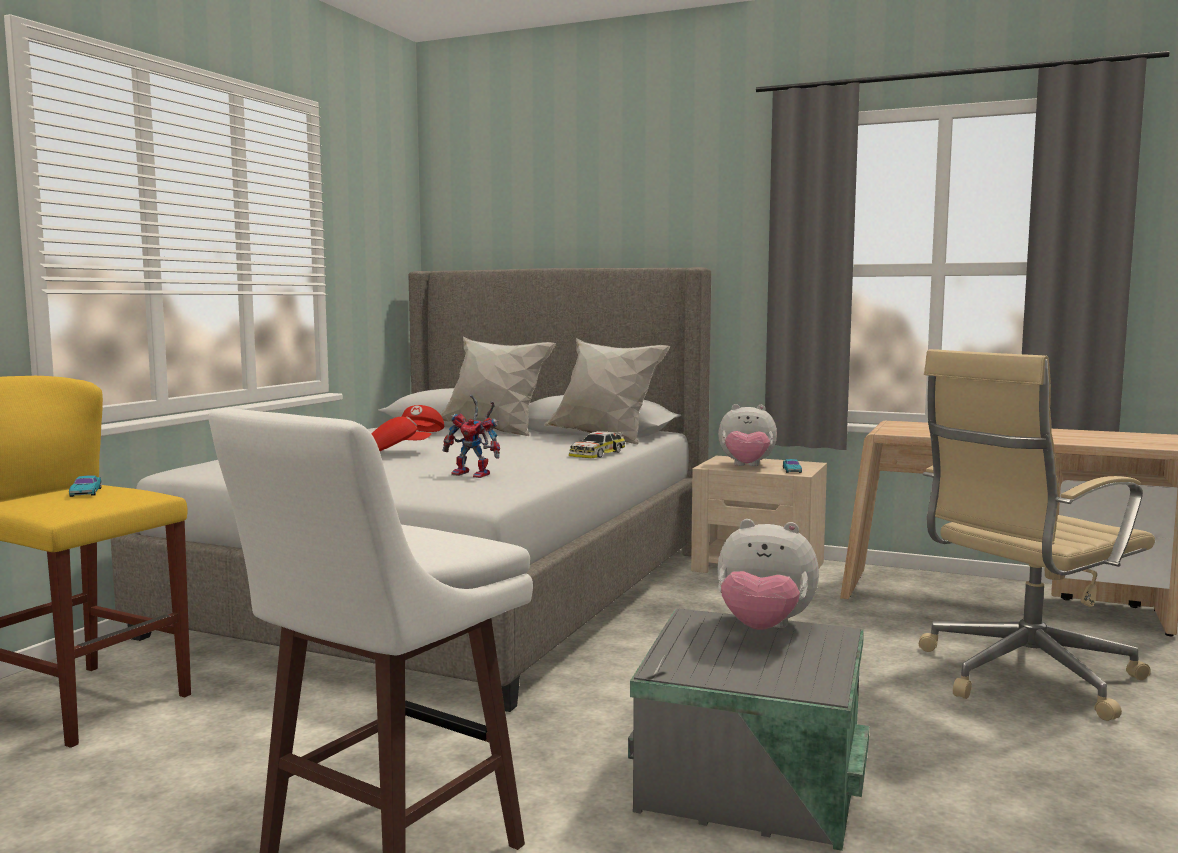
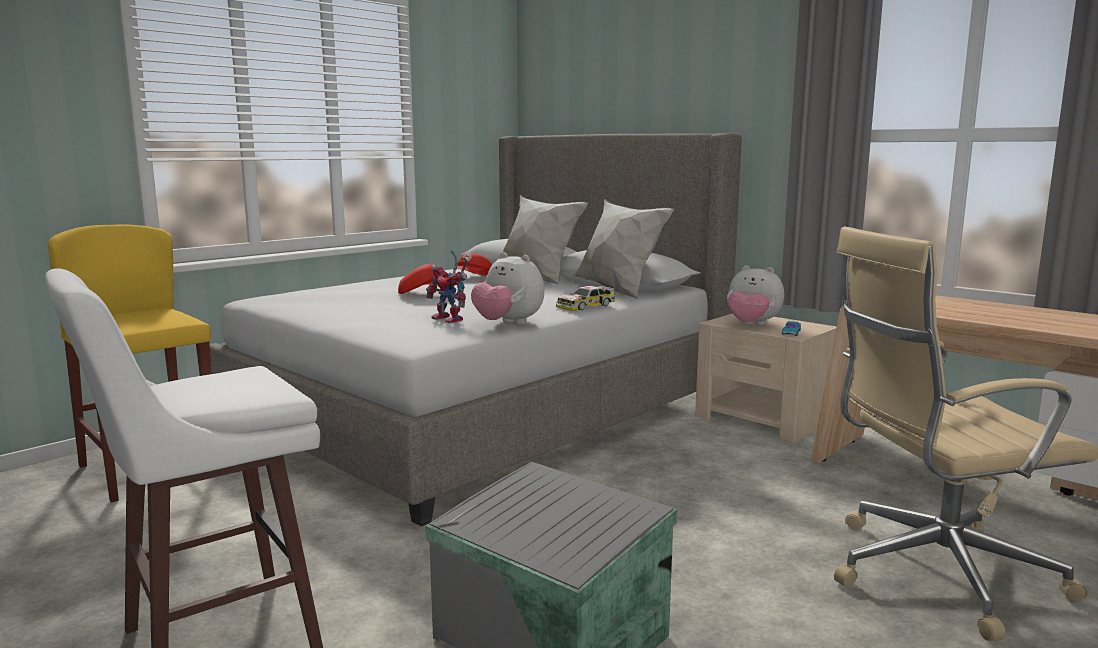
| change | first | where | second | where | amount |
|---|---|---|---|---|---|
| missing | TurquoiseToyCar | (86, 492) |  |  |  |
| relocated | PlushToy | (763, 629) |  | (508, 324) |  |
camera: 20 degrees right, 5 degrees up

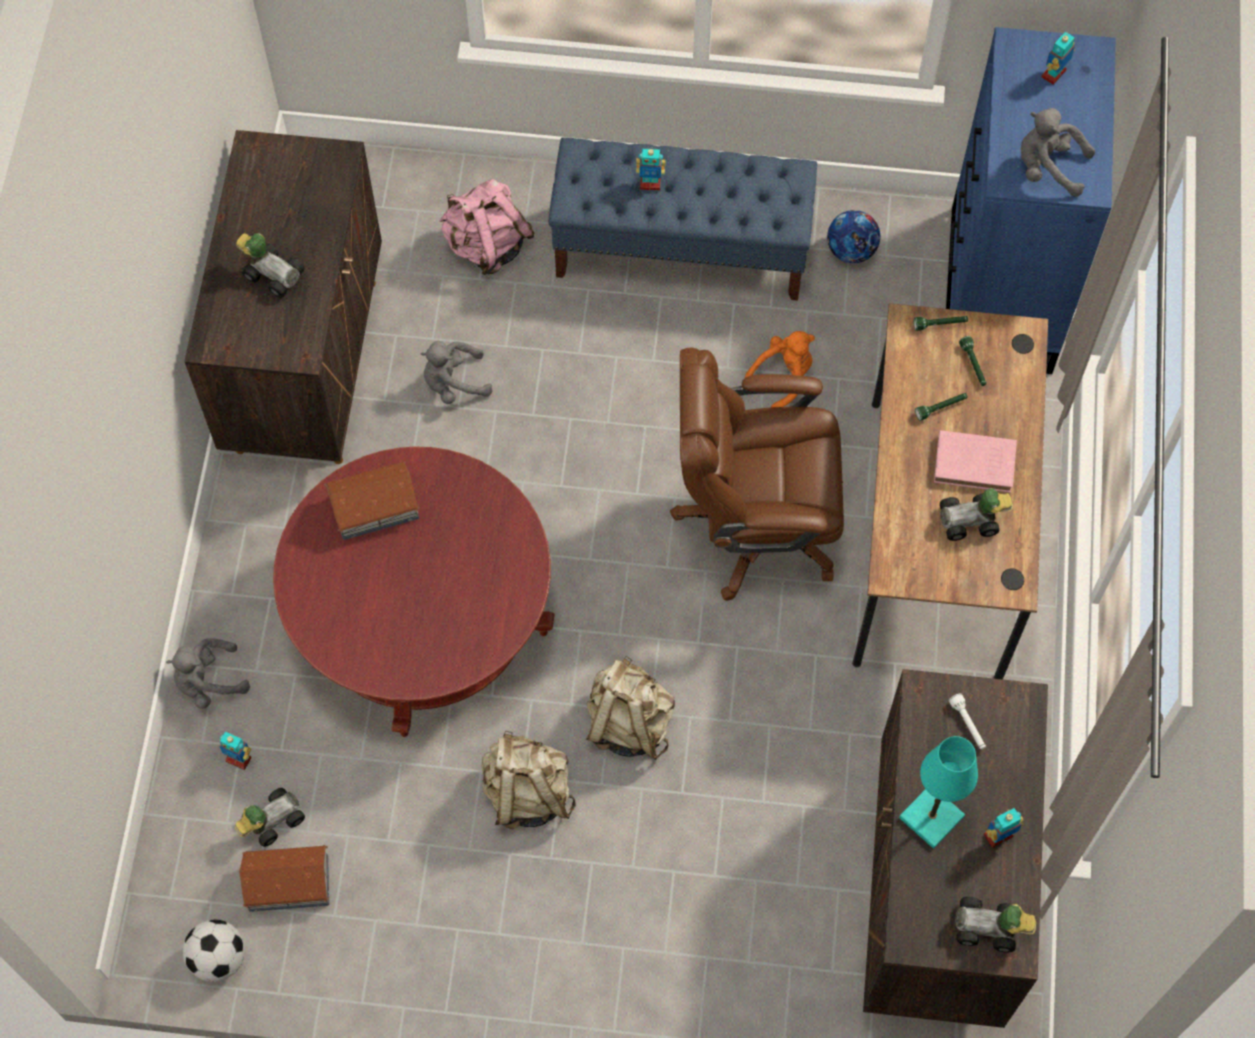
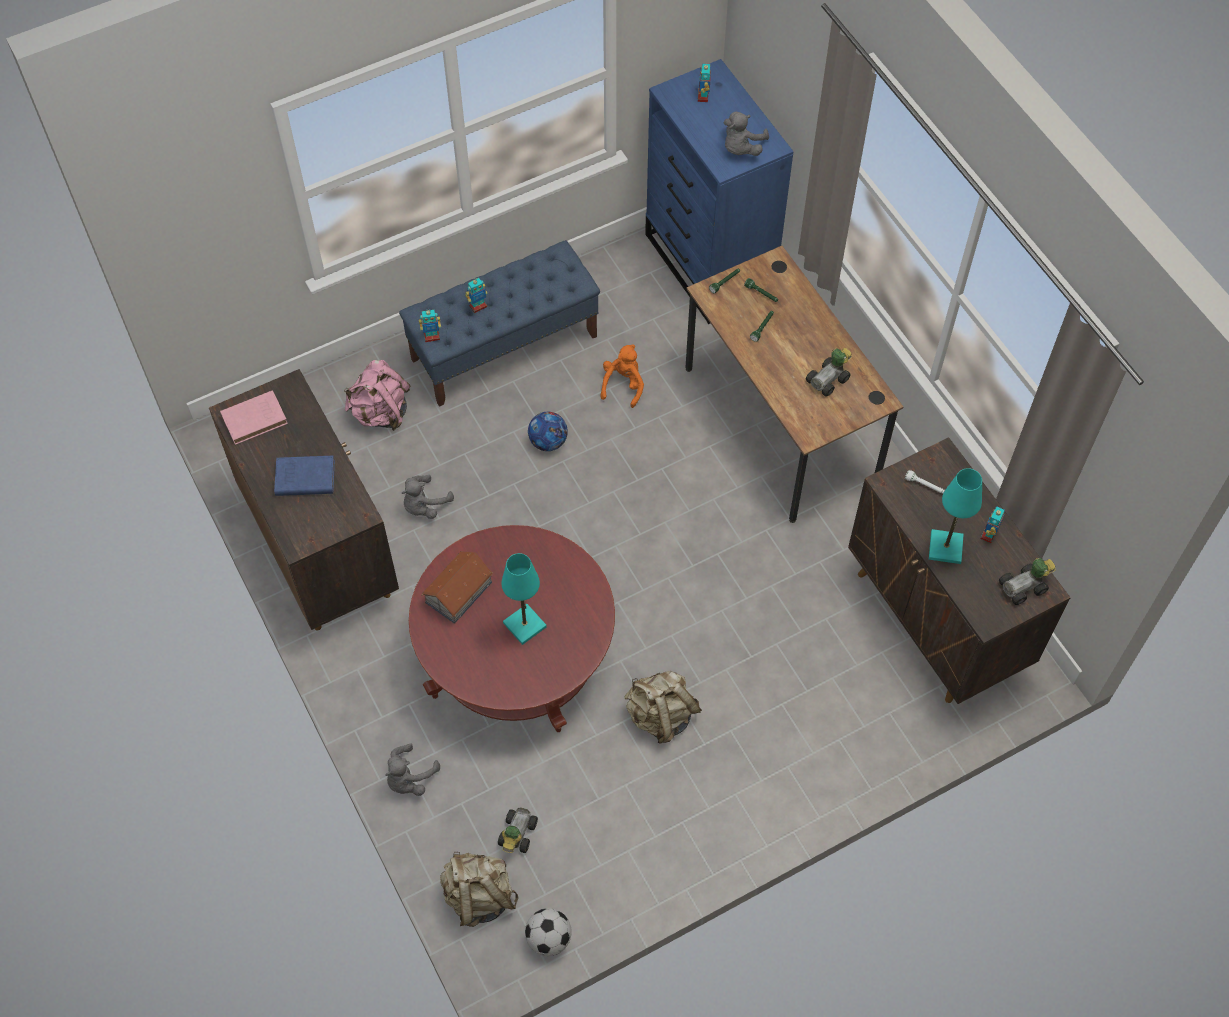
| change | first | where | second | where | amount |
|---|---|---|---|---|---|
| spun | GreyPlushToy | (1048, 167) |  | (741, 148) | 45 degrees counterclockwise |
| relocated | Football | (851, 250) |  | (548, 442) |  |
| exchanged | ToyCar | (272, 272) | BlueBook | (303, 478) |  |
| missing | BrownOfficeChair | (755, 524) |  |  |  |
| relocated | PinkBook | (976, 464) |  | (256, 419) |  |
| relocated | BeigeBackpack | (628, 723) |  | (479, 896) |  |
| relocated | ToyRobot | (239, 759) |  | (432, 336) |  |
| missing | ToyHouse | (287, 882) |  |  |  |
| appeared |  |  | TurquoiseTableLamp | (525, 625) |  |
camera: 35 degrees left, 5 degrees down

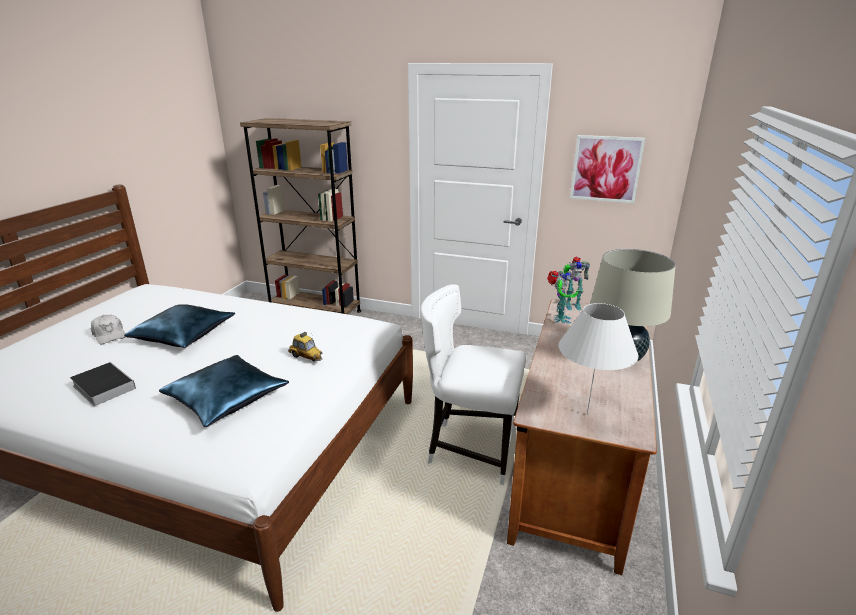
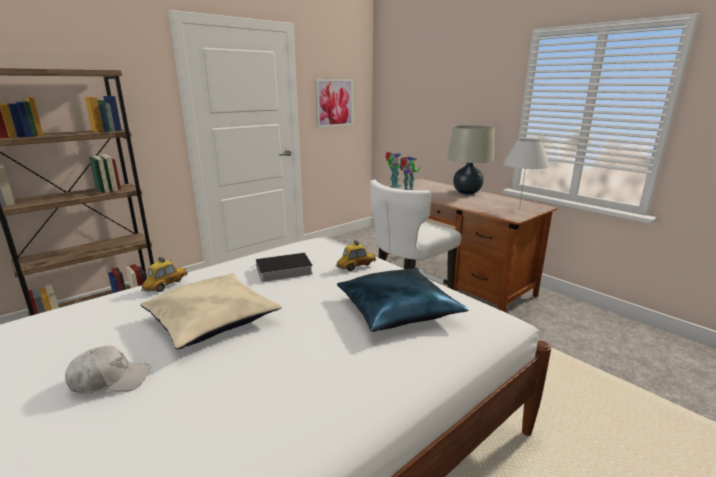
| change | first | where | second | where | amount |
|---|---|---|---|---|---|
| colour | BluePillow | (184, 334) | BeigePillow | (211, 319) |  |
| relocated | Book | (102, 386) |  | (282, 271) |  |
| appeared |  |  | ToyCar | (166, 286) |  |
camera: 60 degrees left, 5 degrees down

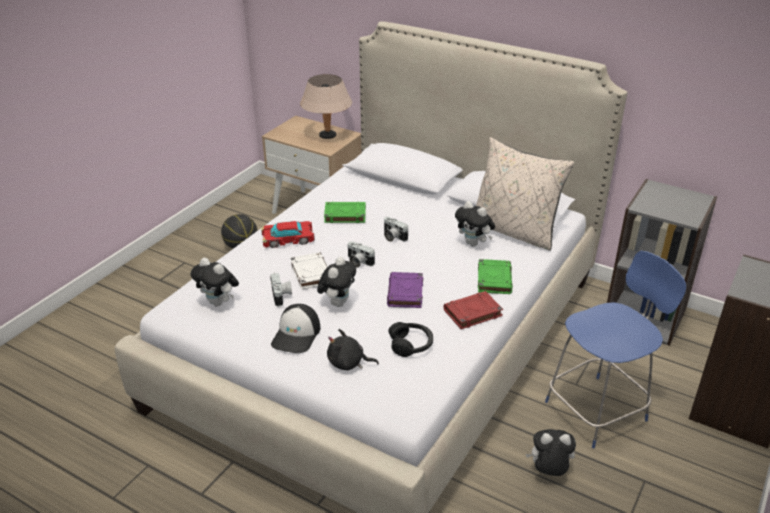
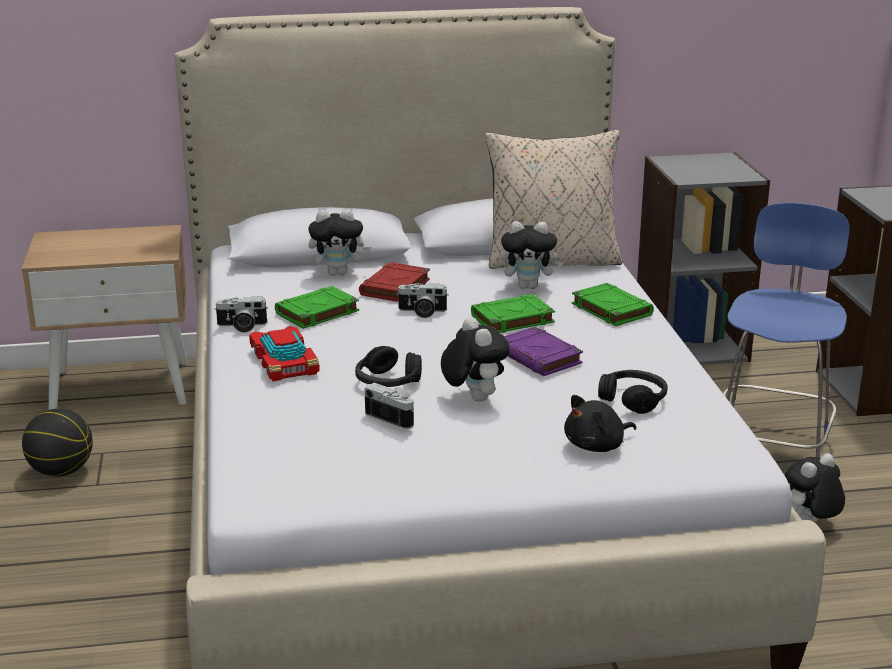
| change | first | where | second | where | amount |
|---|---|---|---|---|---|
| missing | BeigeTableLamp | (327, 136) |  |  |  |
| spun | ToyCar | (288, 239) |  | (284, 361) | 60 degrees counterclockwise |
| relocated | PhotoCamera | (358, 262) |  | (241, 326) |  |
| exchanged | WhiteBook | (311, 273) | BlackHeadphones | (388, 382) |  |
| relocated | PlushToy | (219, 303) |  | (339, 273) |  |
| relocated | RedBook | (472, 313) |  | (395, 288) |  |
| missing | Cap | (297, 335) |  |  |  |
| appeared |  |  | GreenBook | (512, 319) |  |
camera: 40 degrees left, 10 degrees down

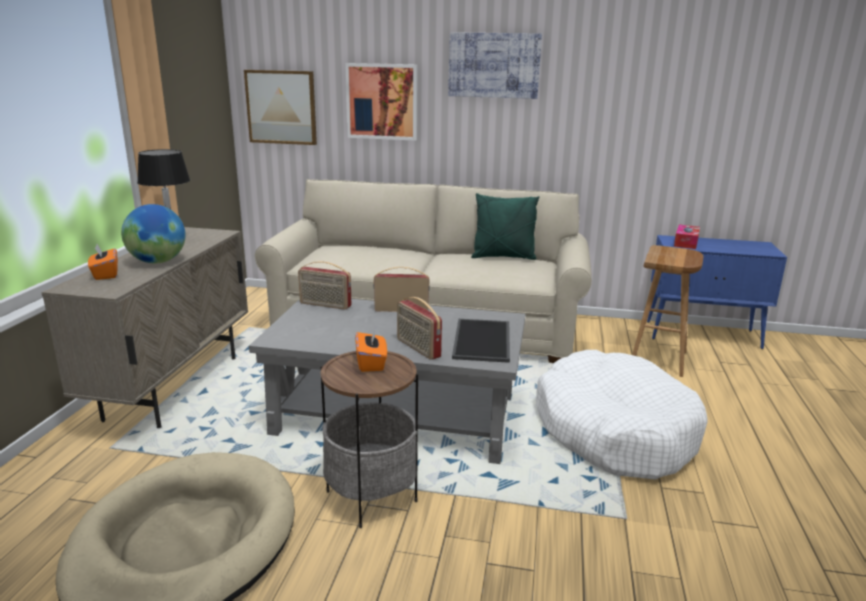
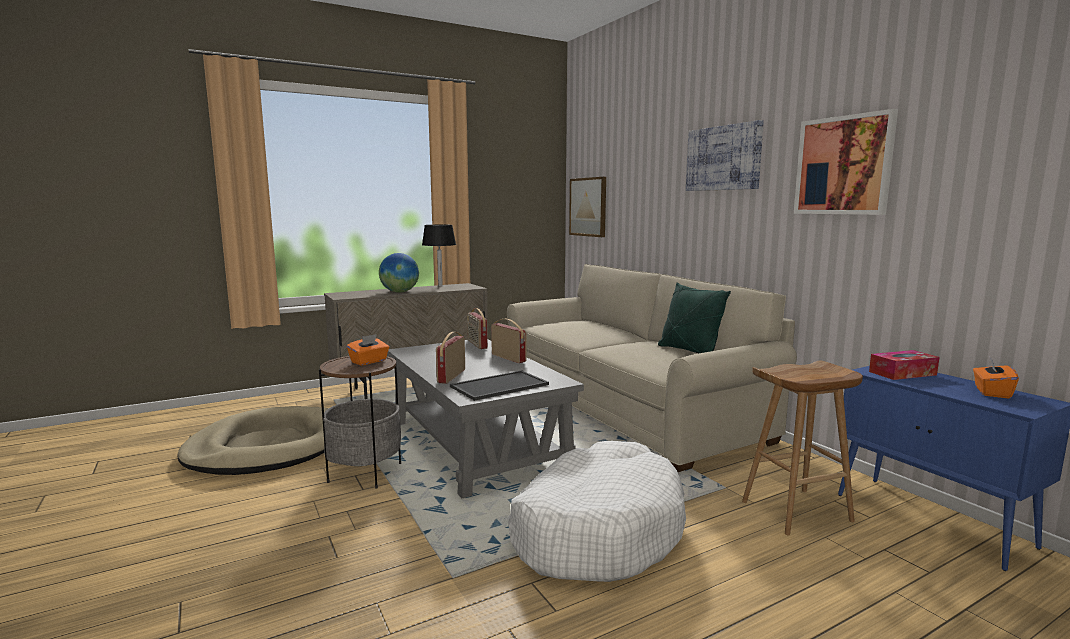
| change | first | where | second | where | amount |
|---|---|---|---|---|---|
| relocated | Picture | (382, 101) |  | (843, 165) |  |
| relocated | OrangeTissueBox | (105, 274) |  | (991, 392) |  |
camera: 50 degrees right, 10 degrees down

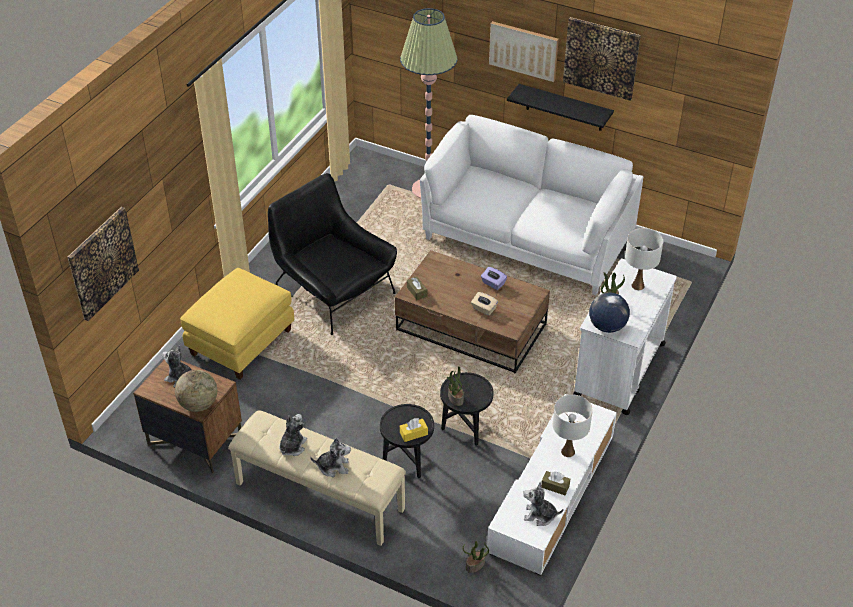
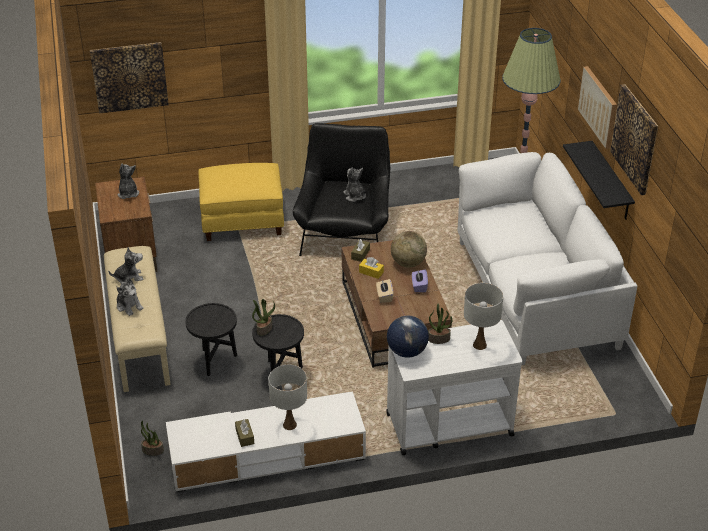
| change | first | where | second | where | amount |
|---|---|---|---|---|---|
| relocated | Globe | (198, 404) |  | (408, 263) |  |
| relocated | YellowTissueBox | (413, 433) |  | (371, 272) |  |
| relocated | PlushToy | (540, 515) |  | (355, 196) |  |
camera: 50 degrees right, 5 degrees down

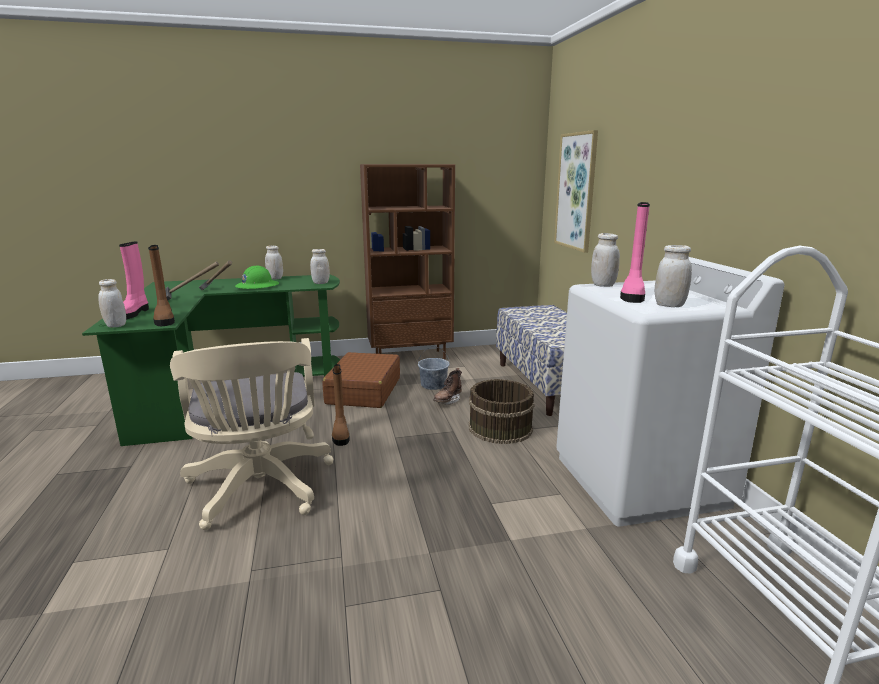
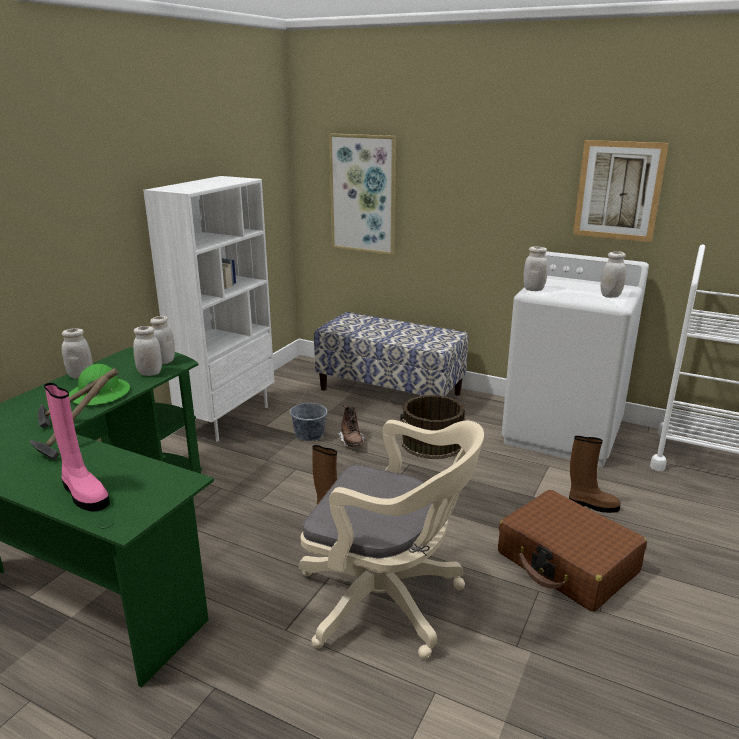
| change | first | where | second | where | amount |
|---|---|---|---|---|---|
| colour | BrownBookcase | (410, 358) | WhiteBookcase | (227, 418) |  |
| missing | PinkBoot | (632, 295) |  |  |  |
| relocated | BrownBoot | (165, 319) |  | (591, 505) |  |
| relocated | WhiteJar | (116, 325) |  | (150, 373) |  |
| relocated | BrownSuitcase | (363, 391) |  | (567, 563) |  |
| appeared |  |  | Picture | (618, 190) |  |
camera: 50 degrees left, 5 degrees up

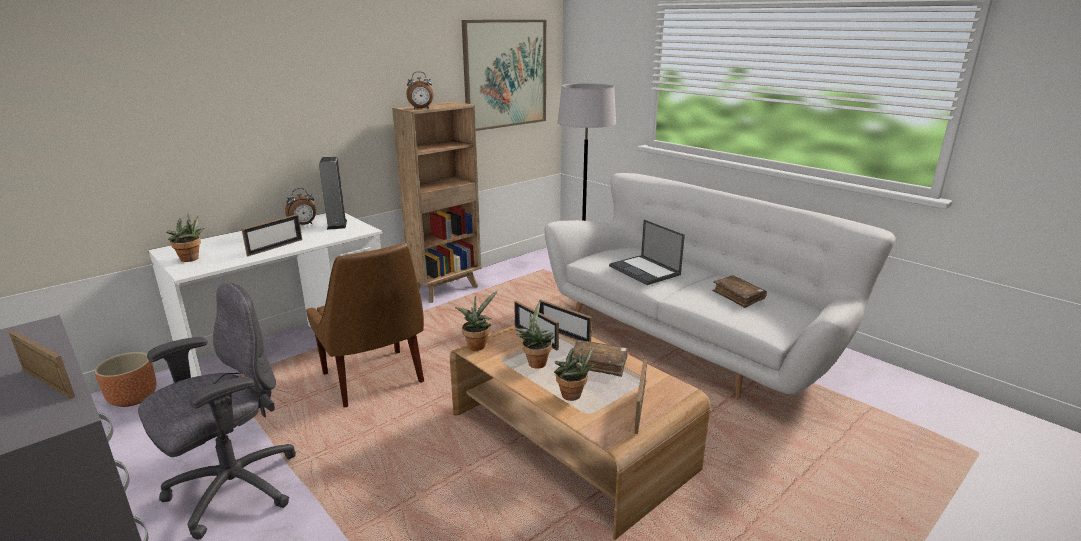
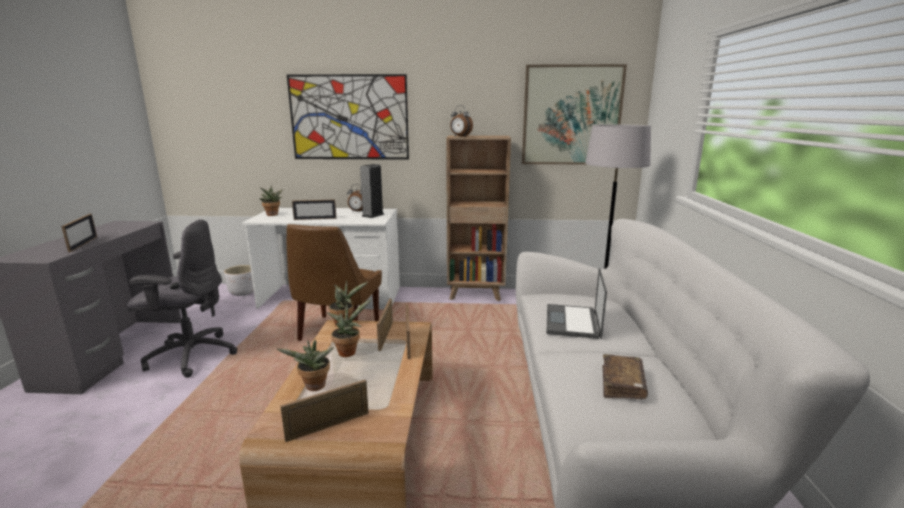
| change | first | where | second | where | amount |
|---|---|---|---|---|---|
| missing | BrownBook | (598, 363) |  |  |  |
| colour | BrownPlanter | (133, 398) | WhitePlanter | (243, 292) |  |
| appeared |  |  | Picture | (349, 117) |  |
camera: 45 degrees right, 5 degrees down

